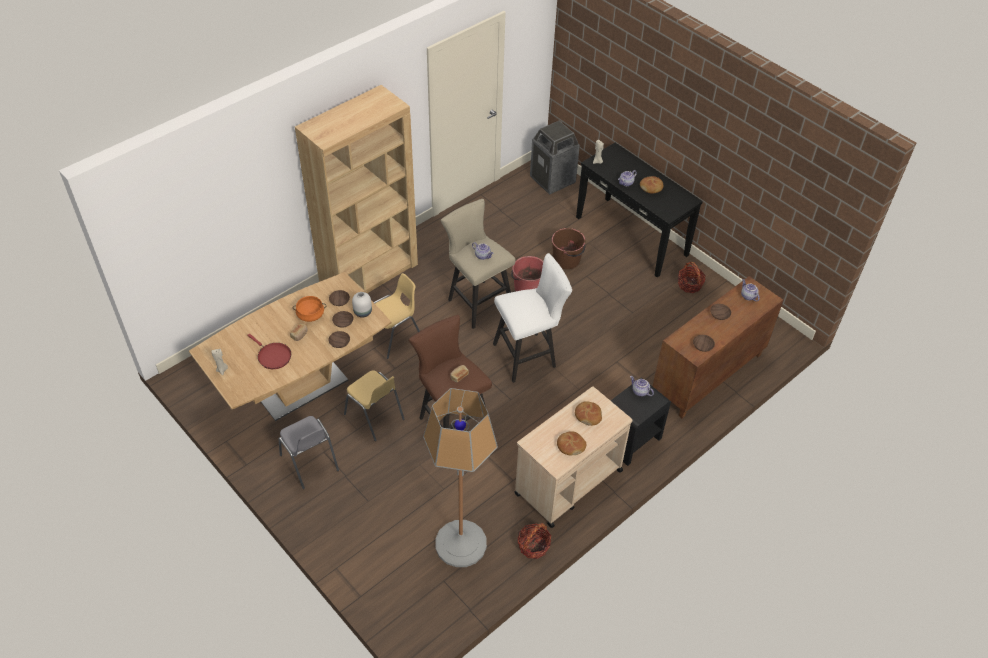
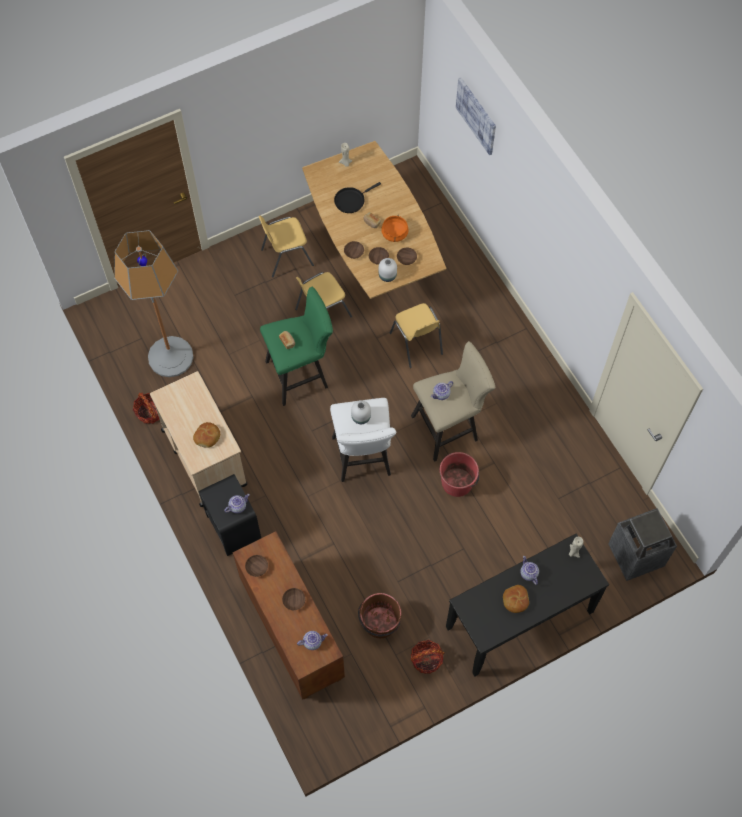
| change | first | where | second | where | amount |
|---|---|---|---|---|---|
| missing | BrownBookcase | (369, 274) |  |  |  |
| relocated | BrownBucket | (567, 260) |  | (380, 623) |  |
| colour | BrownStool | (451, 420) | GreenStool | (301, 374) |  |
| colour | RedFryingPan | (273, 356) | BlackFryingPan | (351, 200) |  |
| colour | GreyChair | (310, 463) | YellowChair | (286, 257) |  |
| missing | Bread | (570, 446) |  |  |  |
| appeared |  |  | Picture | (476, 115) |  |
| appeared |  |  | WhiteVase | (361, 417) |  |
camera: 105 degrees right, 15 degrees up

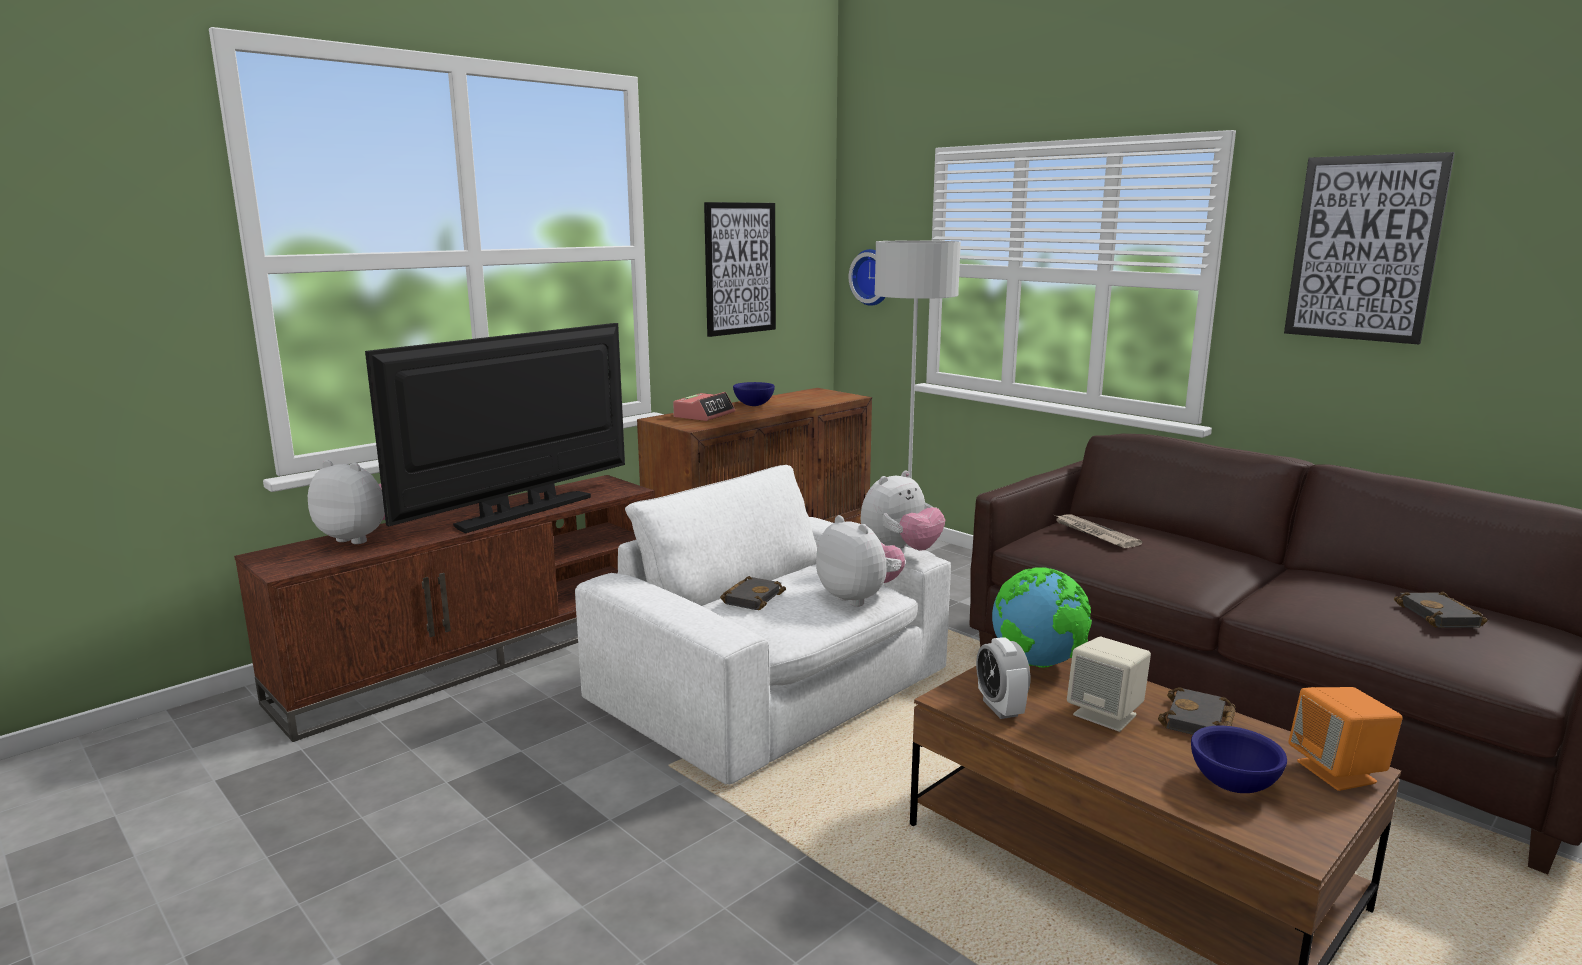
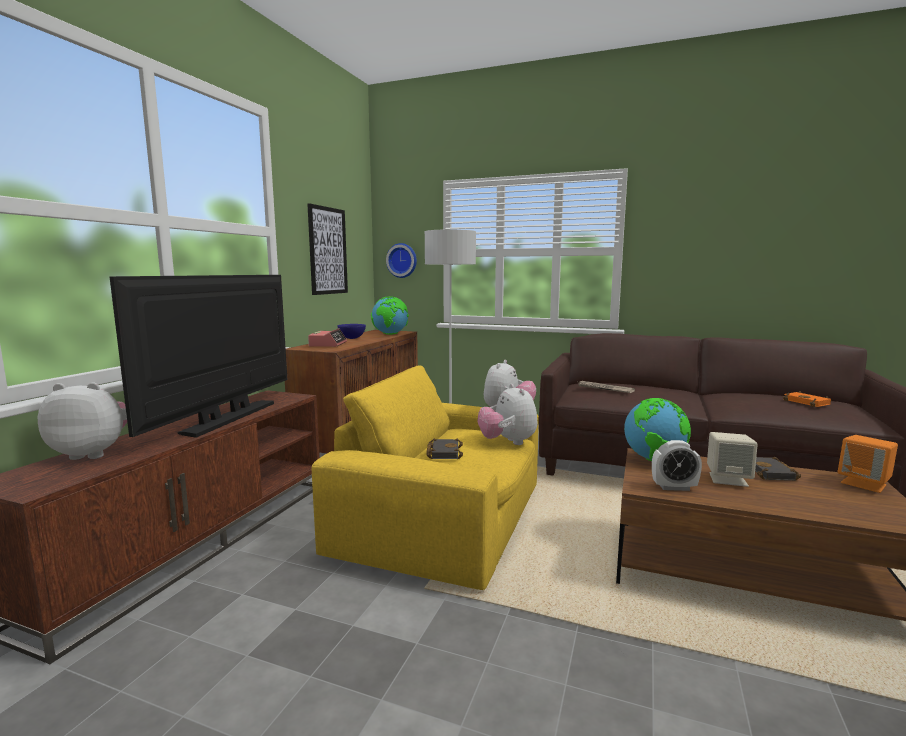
| change | first | where | second | where | amount |
|---|---|---|---|---|---|
| missing | Picture | (1364, 249) |  |  |  |
| colour | WhiteArmchair | (774, 688) | YellowArmchair | (445, 518) |  |
| spun | PlushToy | (859, 598) |  | (507, 442) | 135 degrees counterclockwise |
| colour | BlackBook | (1442, 616) | OrangeBook | (808, 402) |  |
| spun | AlarmClock | (1000, 708) |  | (674, 487) | 45 degrees counterclockwise |
| missing | BlueBowl | (1234, 785) |  |  |  |
| appeared |  |  | Globe | (390, 334) |  |
camera: 25 degrees left, 5 degrees down

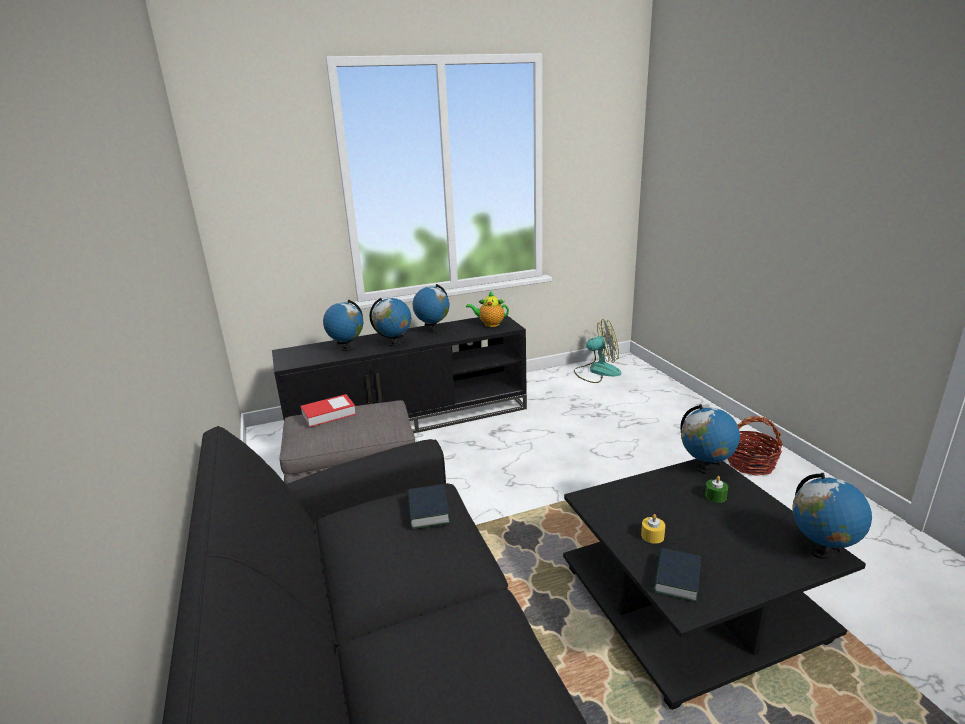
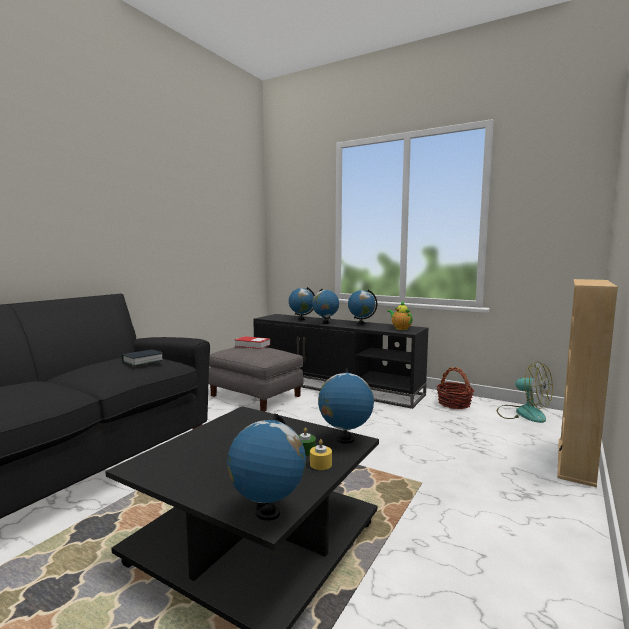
| change | first | where | second | where | amount |
|---|---|---|---|---|---|
| relocated | Basket | (750, 464) |  | (454, 404) |  |
| relocated | YellowCandle | (652, 536) |  | (320, 464) |  |
| missing | Book | (676, 579) |  |  |  |
| appeared |  |  | BeigeBookcase | (576, 461) |  |
camera: 50 degrees right, 15 degrees down

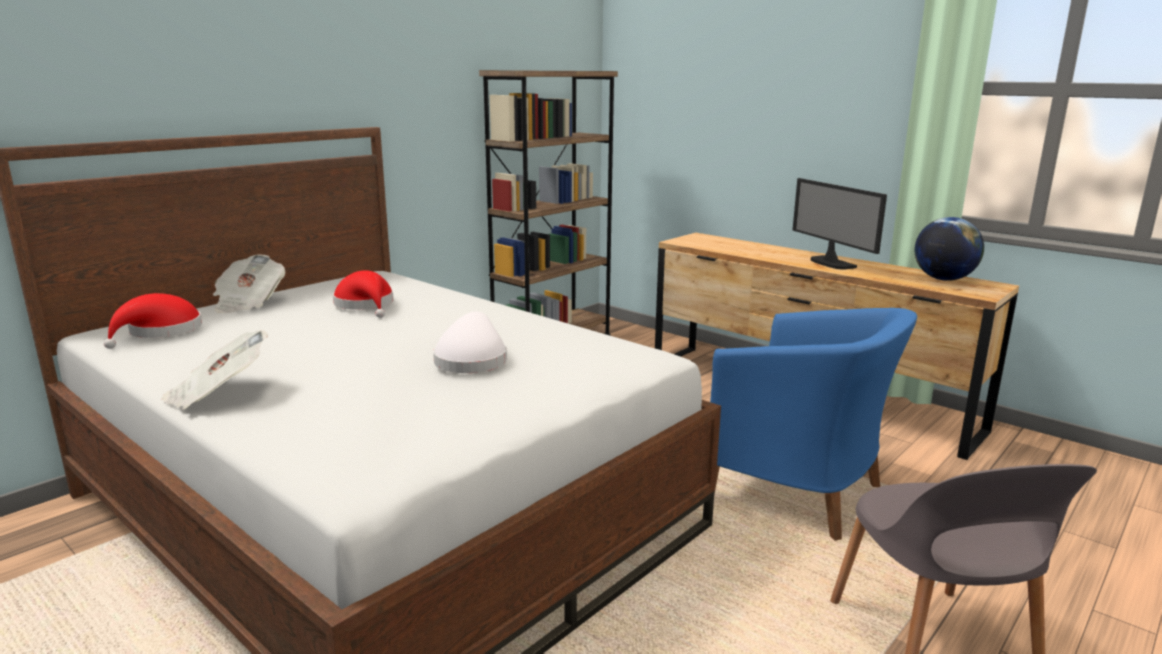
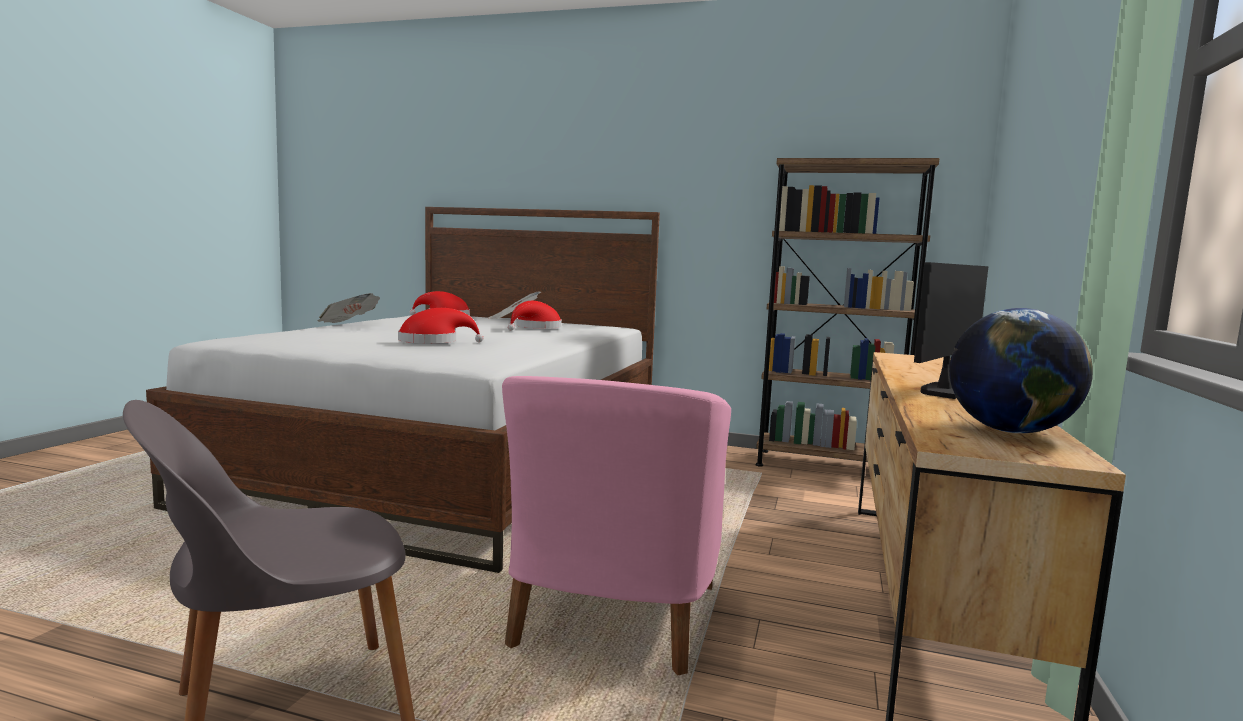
| change | first | where | second | where | amount |
|---|---|---|---|---|---|
| colour | BlueArmchair | (799, 492) | PinkArmchair | (611, 617) |  |
| colour | WhiteHat | (471, 360) | RedHat | (433, 342) |  |
camera: 65 degrees right, 10 degrees down

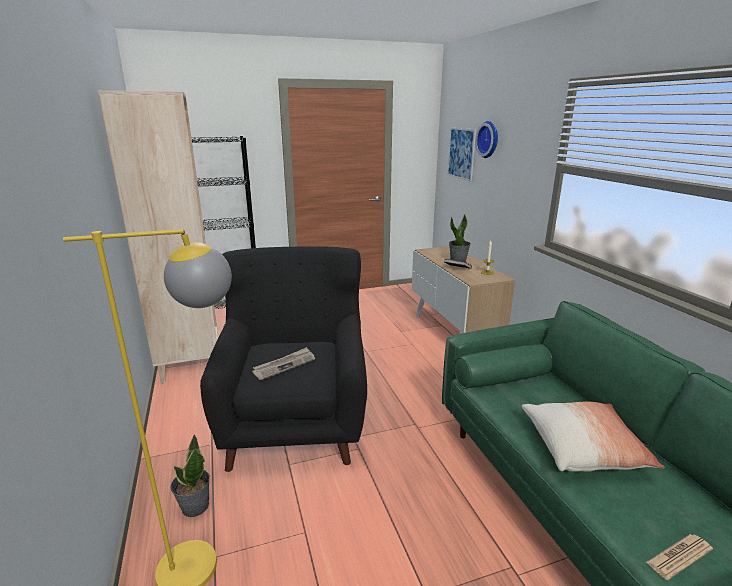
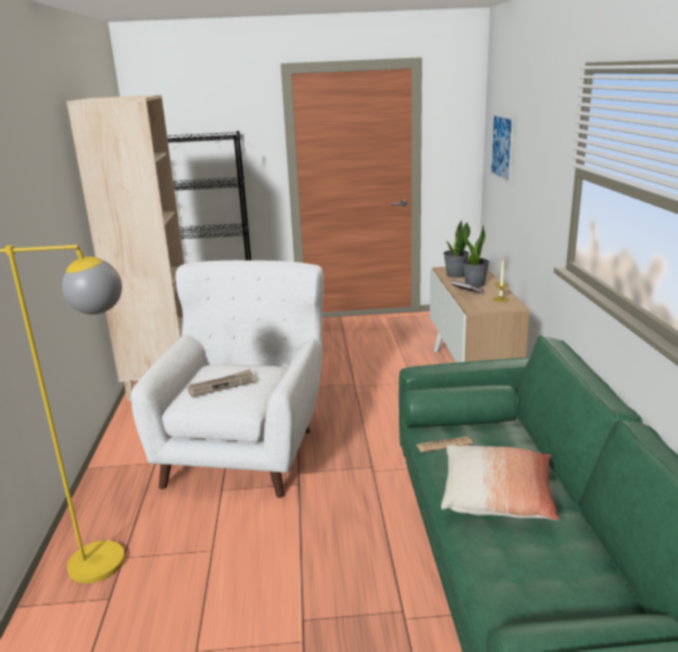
| change | first | where | second | where | amount |
|---|---|---|---|---|---|
| missing | WallClock | (489, 139) |  |  |  |
| colour | BlackArmchair | (295, 421) | WhiteArmchair | (245, 450) |  |
| relocated | PottedPlant | (194, 507) |  | (455, 275) |  |
| relocated | Newspaper | (679, 556) |  | (444, 445) |  |
camera: 15 degrees right, 0 degrees up

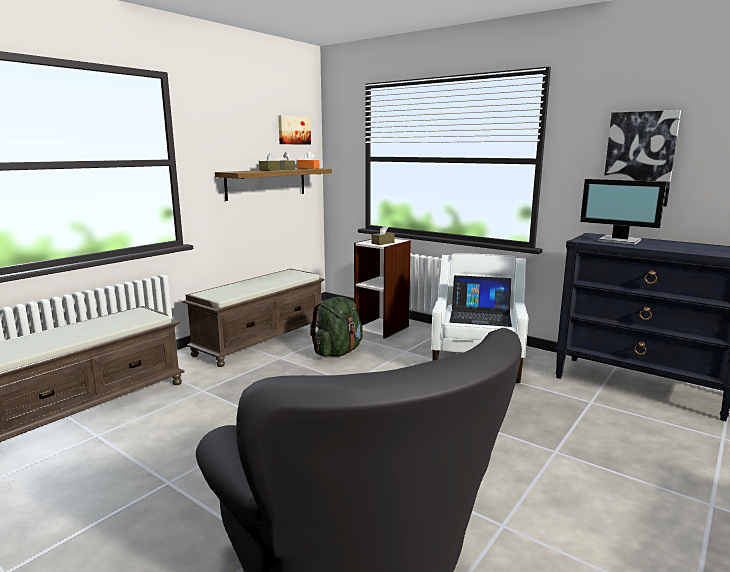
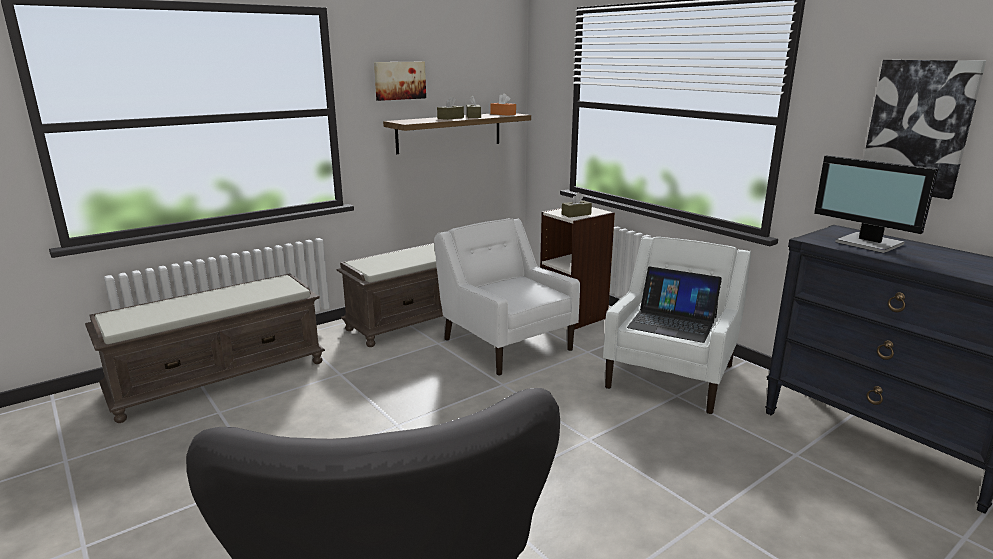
| change | first | where | second | where | amount |
|---|---|---|---|---|---|
| relocated | Picture | (293, 130) |  | (399, 80) |  |
| exchanged | GreenBackpack | (338, 352) | WhiteArmchair | (506, 343) |  |
camera: 15 degrees right, 5 degrees up

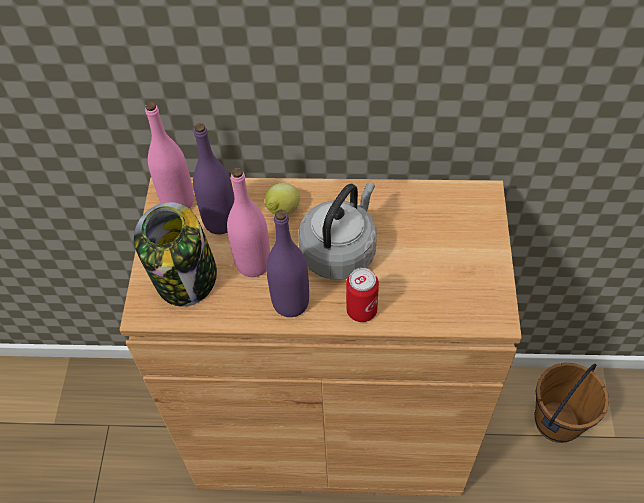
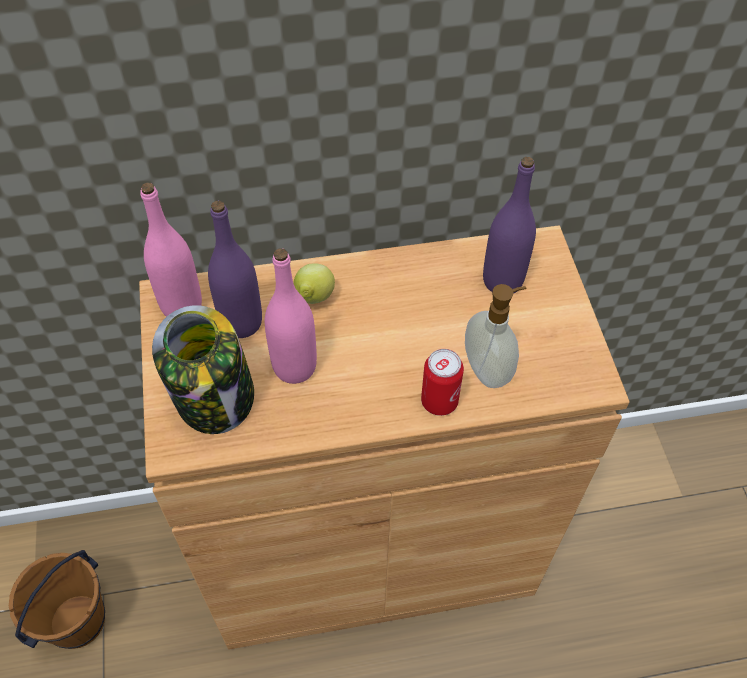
| change | first | where | second | where | amount |
|---|---|---|---|---|---|
| missing | GreyKettle | (340, 251) |  |  |  |
| relocated | PurpleBottle | (290, 303) |  | (502, 281) |  |
| relocated | BrownBucket | (556, 421) |  | (77, 620) |  |
| appeared |  |  | SoapDispenser | (488, 369) |  |
camera: 15 degrees left, 0 degrees up

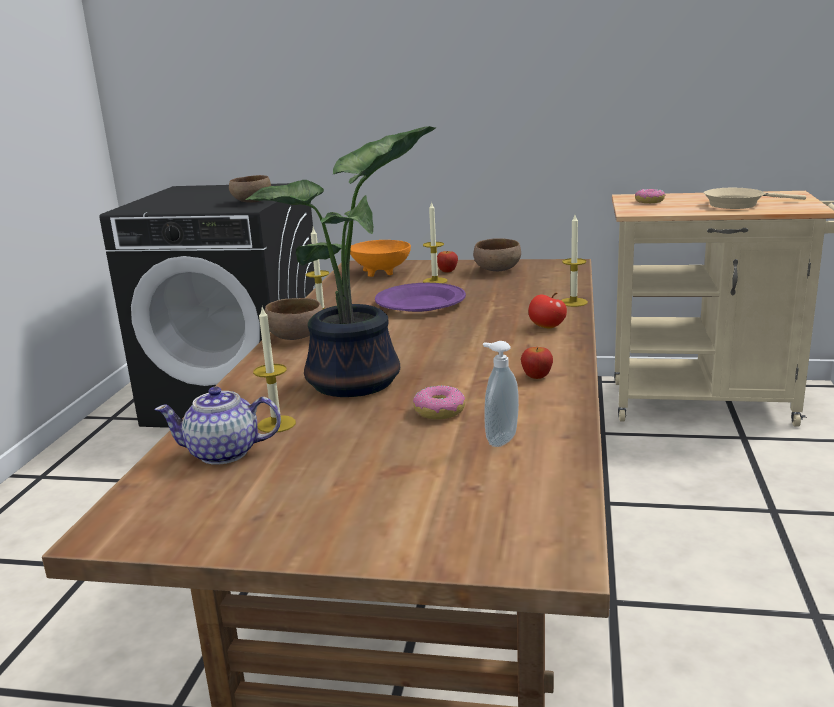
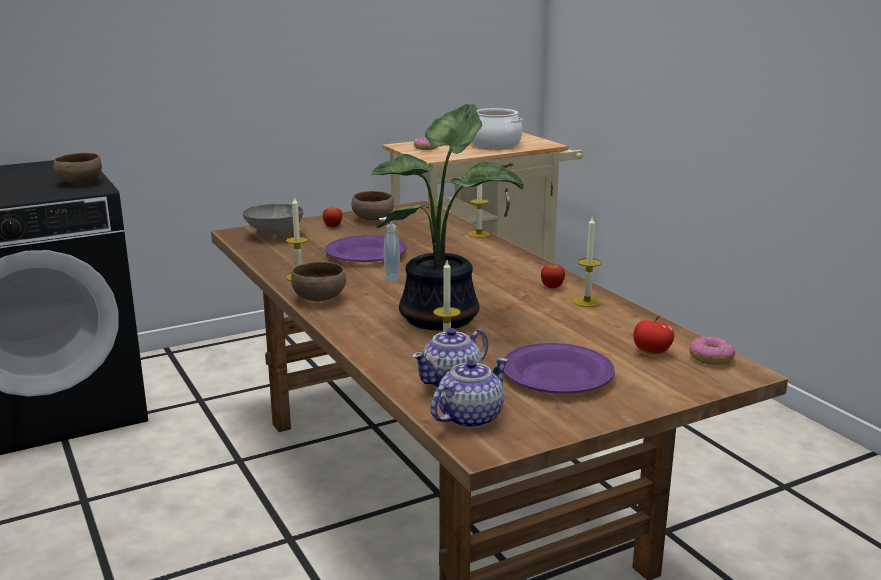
| change | first | where | second | where | amount |
|---|---|---|---|---|---|
| exchanged | BeigeFryingPan | (738, 204) | CookingPot | (494, 145) |  |
| relocated | Candle | (435, 281) |  | (587, 302) |  |
| colour | OrangeBowl | (382, 272) | GreyBowl | (275, 235) |  |
| relocated | Apple | (546, 327) |  | (651, 353) |  |
| relocated | SoapDispenser | (499, 439) |  | (390, 278) |  |
| relocated | Donut | (439, 411) |  | (711, 358) |  |
| appeared |  |  | PurplePlate | (557, 375) |  |
| appeared |  |  | Teapot | (469, 418) |  |
camera: 40 degrees left, 0 degrees up

